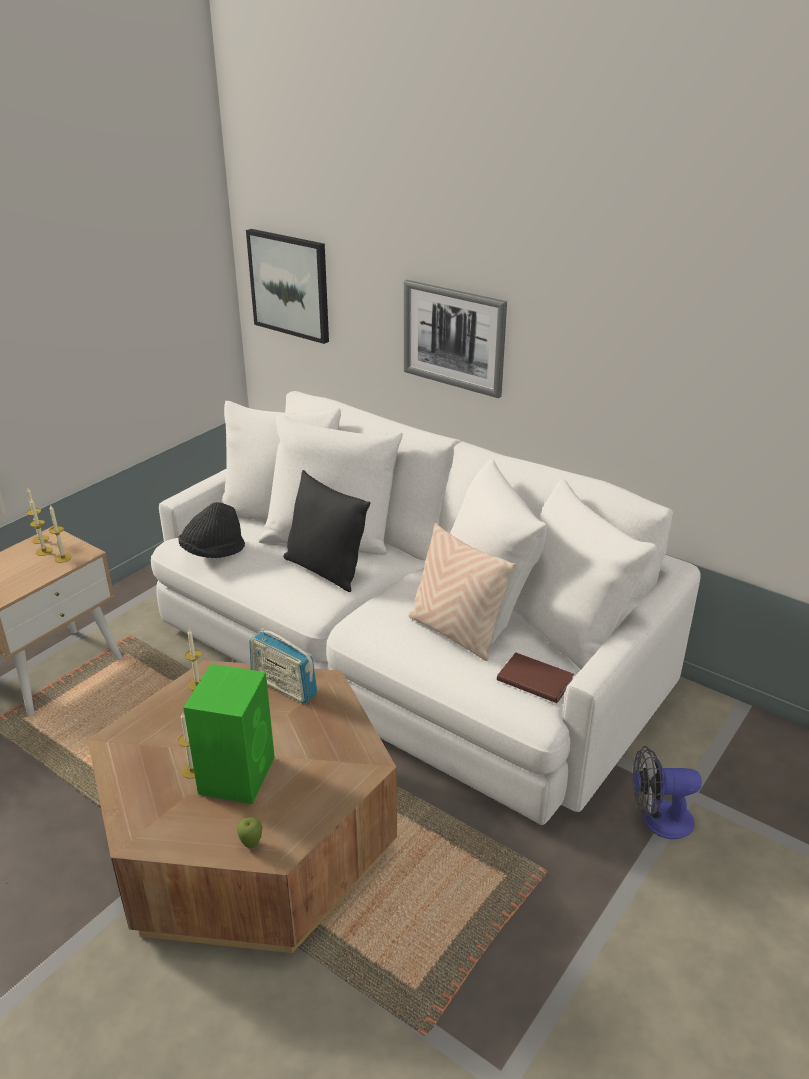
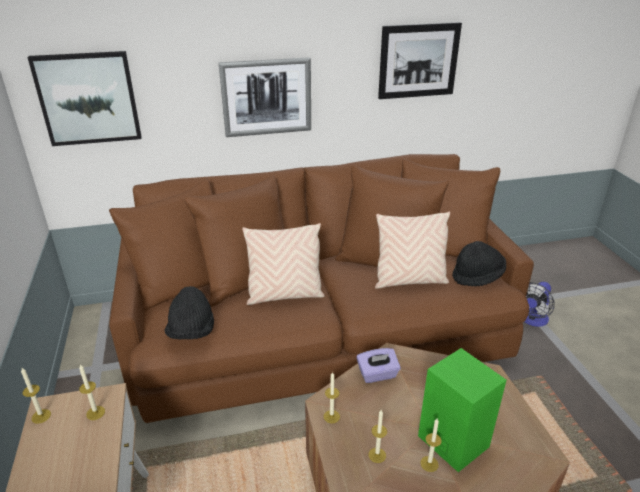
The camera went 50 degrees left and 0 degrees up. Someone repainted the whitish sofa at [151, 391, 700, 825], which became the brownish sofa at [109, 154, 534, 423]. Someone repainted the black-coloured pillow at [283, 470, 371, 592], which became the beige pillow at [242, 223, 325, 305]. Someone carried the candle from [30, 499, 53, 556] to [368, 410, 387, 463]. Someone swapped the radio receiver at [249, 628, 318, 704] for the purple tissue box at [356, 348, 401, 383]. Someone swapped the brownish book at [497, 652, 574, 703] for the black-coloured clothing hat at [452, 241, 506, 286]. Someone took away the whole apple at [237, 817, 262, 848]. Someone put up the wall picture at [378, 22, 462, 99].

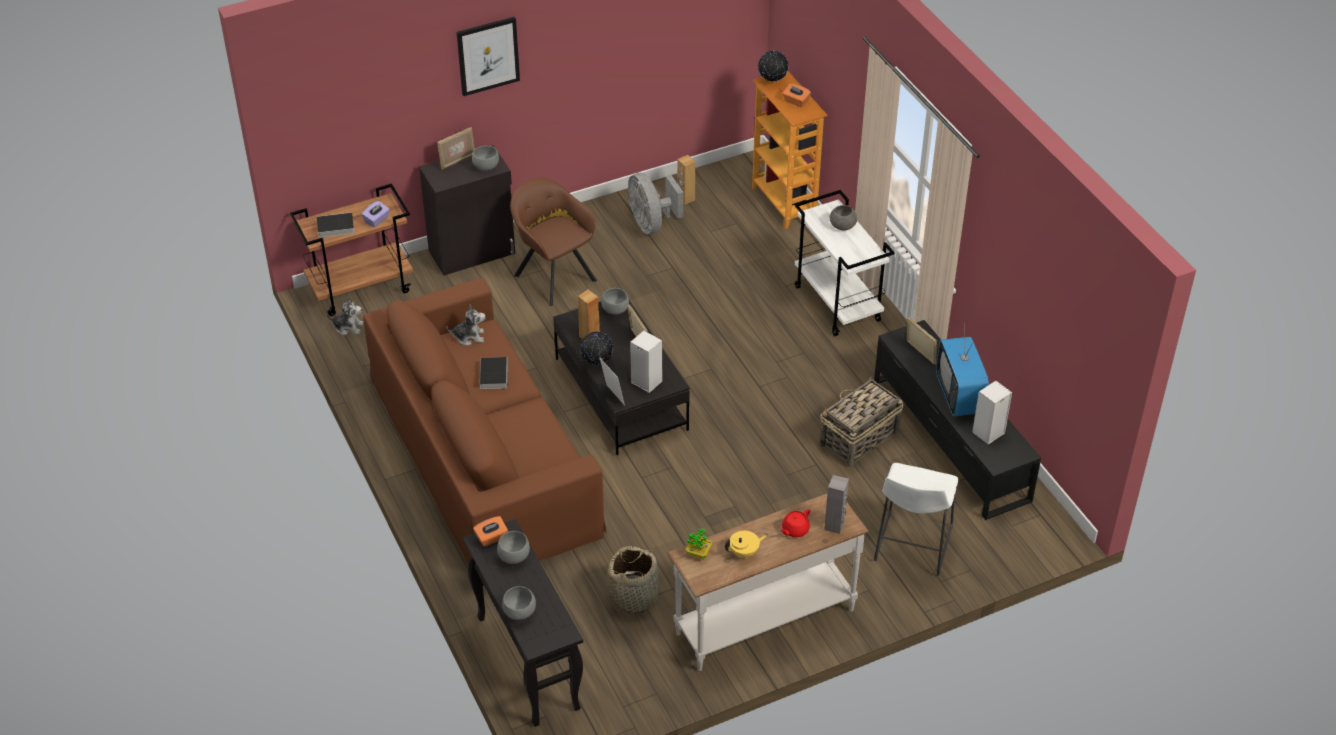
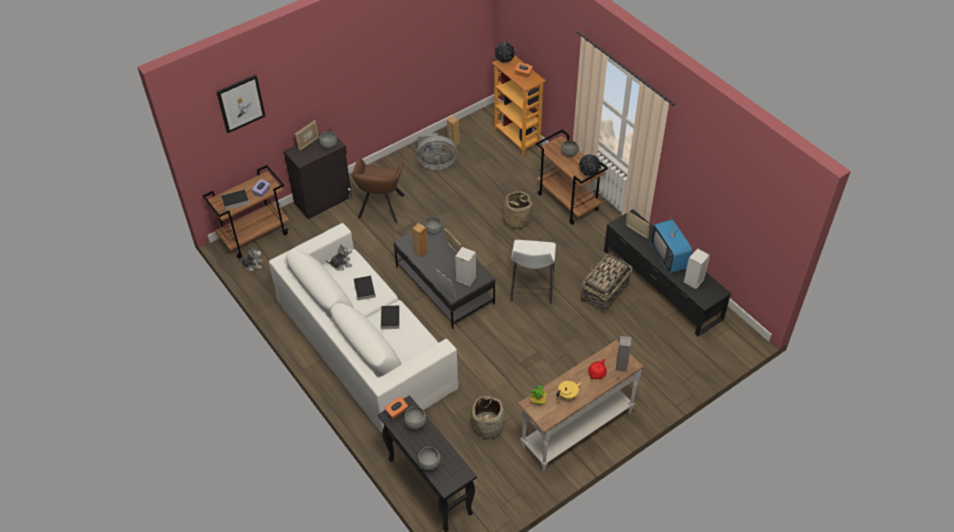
The camera went 10 degrees left and 5 degrees up. Someone carried the wall picture from [457, 17, 520, 96] to [216, 74, 265, 133]. Someone rotated the gray electric fan at [628, 173, 683, 234] by 60 degrees counterclockwise. Someone rotated the brownish armchair at [510, 177, 597, 306] by 120 degrees counterclockwise. Someone repainted the whitish cart at [795, 190, 895, 336], which became the brownish cart at [536, 129, 608, 225]. Someone repainted the brownish sofa at [363, 278, 606, 566], which became the whitish sofa at [269, 223, 459, 432]. Someone carried the desk globe from [580, 331, 613, 365] to [579, 154, 600, 176]. Someone carried the whitish stool seat from [874, 463, 959, 576] to [511, 240, 556, 304]. Someone put down the household basket at [498, 191, 534, 229]. Someone put down the book at [380, 305, 400, 333].

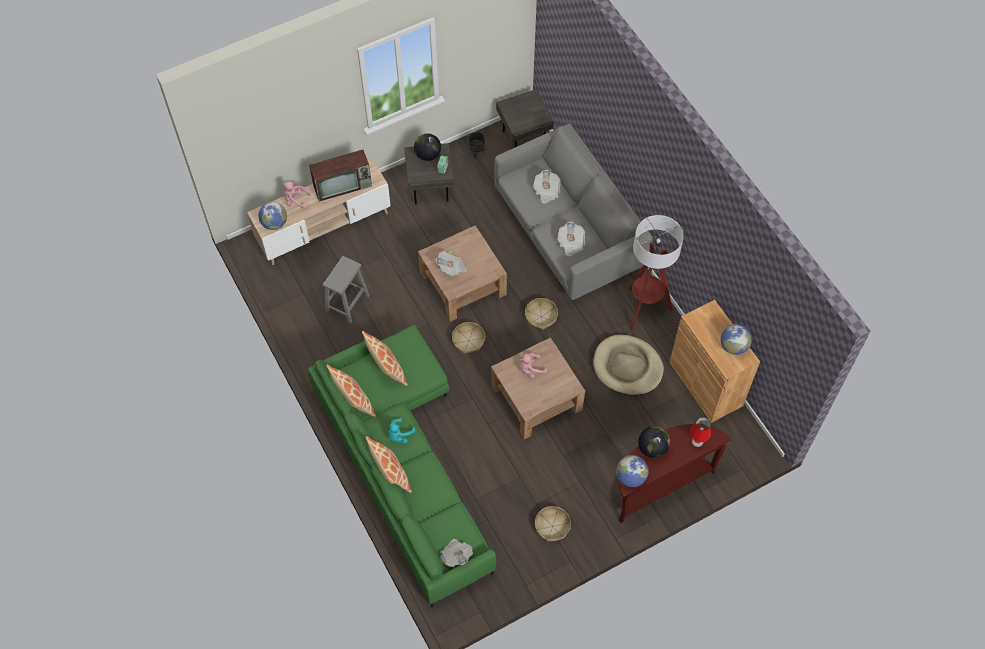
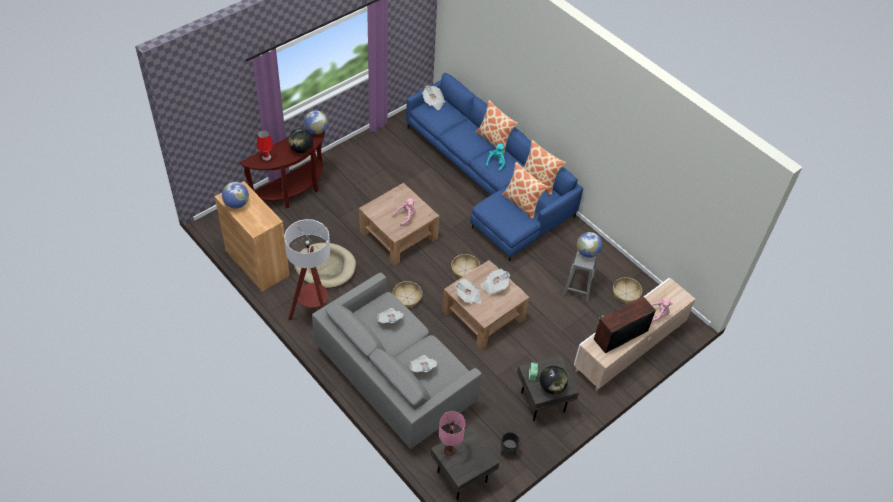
The camera went 165 degrees right and 10 degrees down. Someone carried the desk globe from [258, 202, 287, 230] to [577, 232, 603, 258]. Someone repainted the green sofa at [307, 325, 496, 607], which became the blue-coloured sofa at [406, 73, 583, 262]. Someone carried the household basket from [535, 506, 571, 542] to [613, 277, 642, 305]. Someone put down the daily paper at [455, 279, 481, 304]. Someone put down the pinkish table lamp at [439, 411, 465, 456].

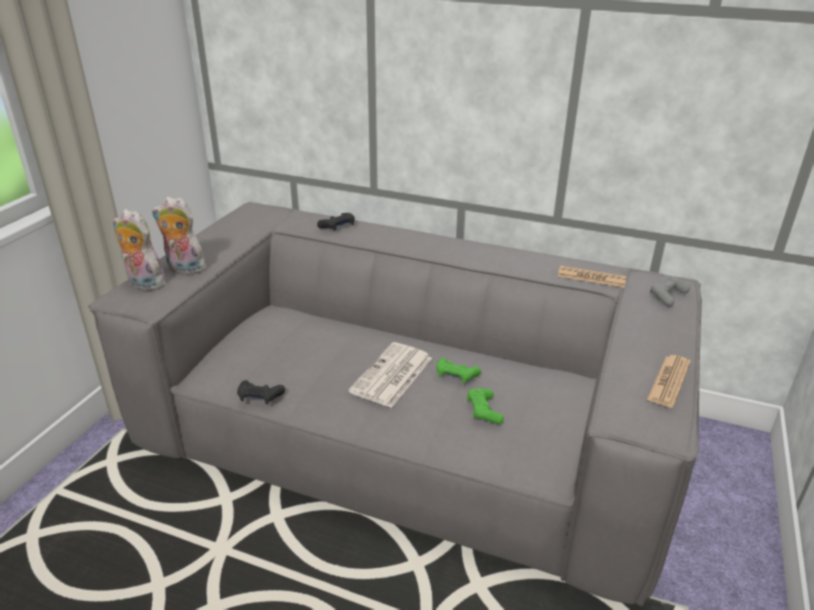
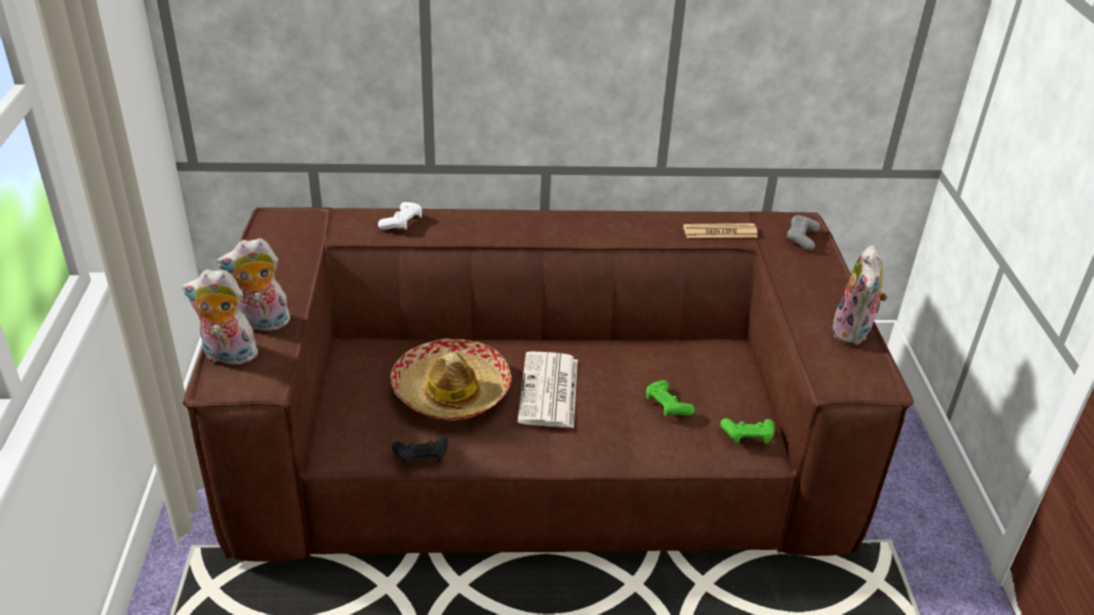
The camera went 25 degrees left and 5 degrees up. Someone repainted the gray sofa at [88, 202, 702, 606], which became the brownish sofa at [183, 207, 914, 562]. Someone repainted the black-coloured gamepad at [317, 213, 355, 230], which became the whitish gamepad at [378, 202, 422, 230]. Someone swapped the daily paper at [647, 355, 691, 408] for the soft toy at [831, 245, 888, 345]. Someone carried the green gamepad from [436, 358, 481, 383] to [720, 418, 775, 444]. Someone put down the clothing hat at [390, 338, 511, 421].

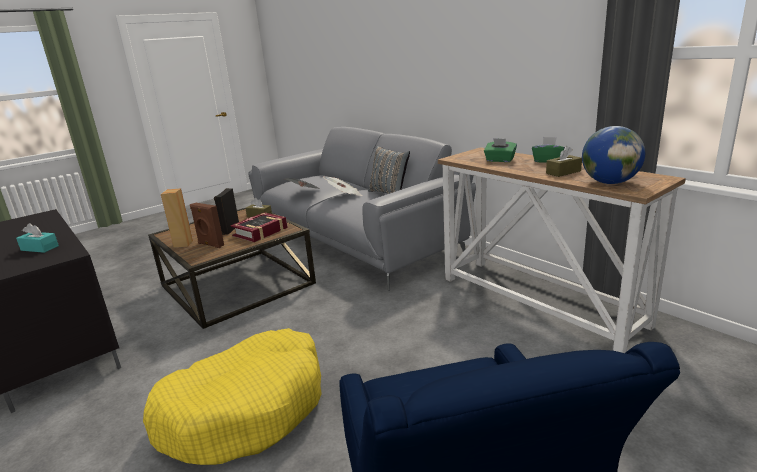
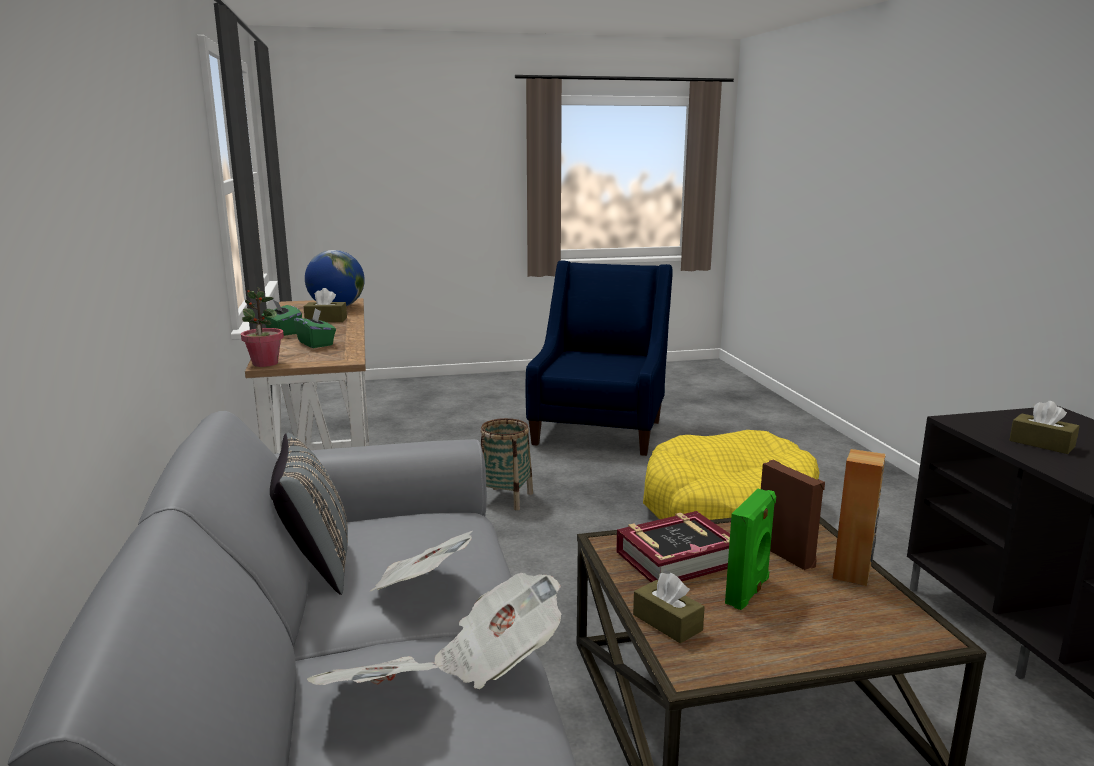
The camera went 155 degrees left and 5 degrees down. Someone repainted the black-coloured speaker at [214, 188, 239, 235], which became the green speaker at [725, 489, 776, 610]. Someone repainted the turquoise-coloured tissue box at [16, 223, 59, 253], which became the brownish tissue box at [1010, 401, 1079, 454]. Someone put down the plant in a pot at [241, 287, 284, 367]. Someone put down the household basket at [481, 418, 533, 510]. Someone put down the daily paper at [307, 656, 441, 685].

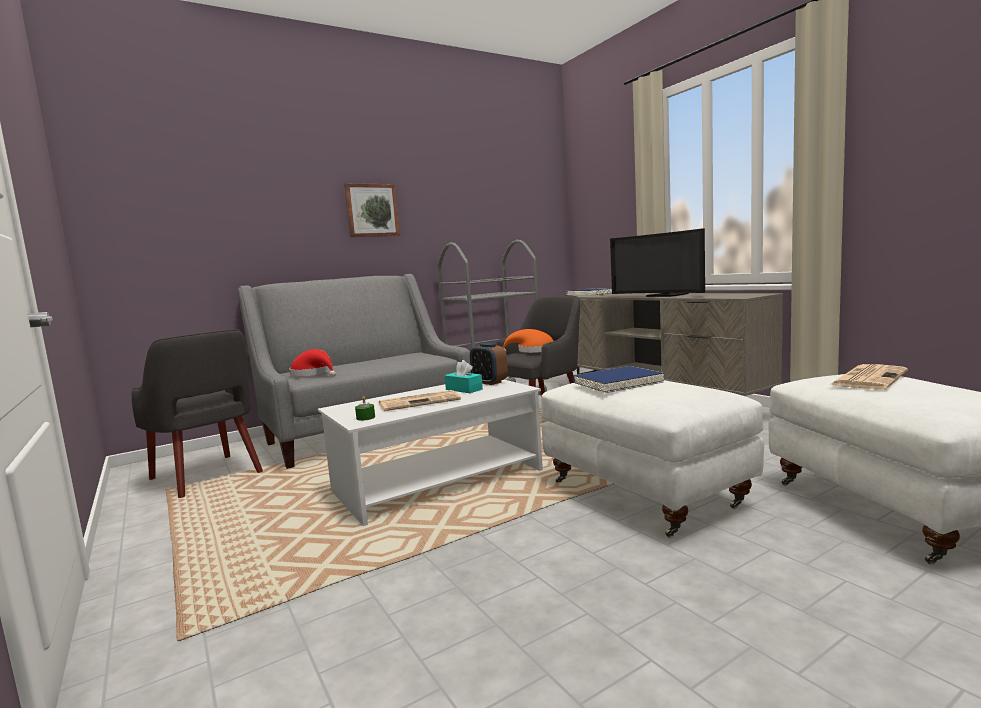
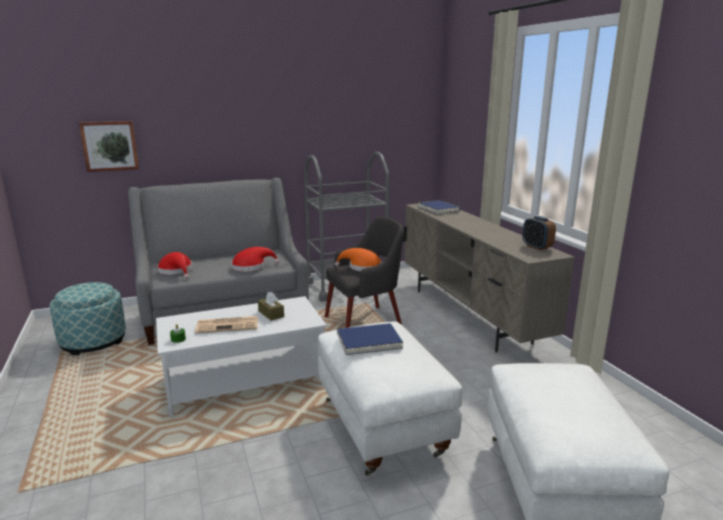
The camera went 10 degrees right and 10 degrees up. Someone carried the wall picture from [344, 183, 400, 237] to [79, 121, 139, 172]. Someone took away the TV set at [610, 228, 705, 297]. Someone swapped the gray armchair at [132, 330, 263, 498] for the ottoman at [50, 282, 126, 355]. Someone carried the table clock from [470, 343, 508, 385] to [522, 216, 556, 250]. Someone repainted the turquoise-coloured tissue box at [445, 360, 483, 393], which became the brownish tissue box at [258, 292, 284, 321]. Someone took away the daily paper at [830, 364, 908, 389]. Someone put down the red-coloured clothing hat at [231, 247, 279, 272].

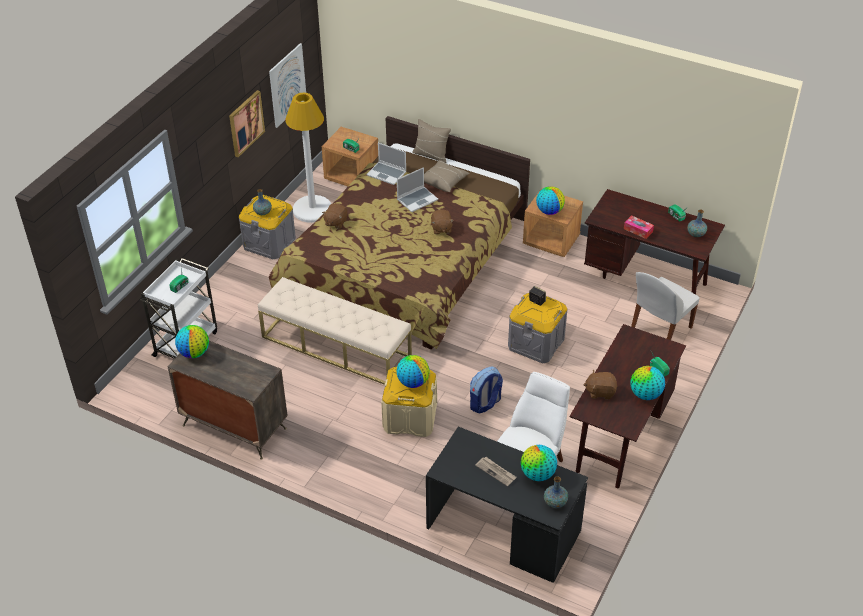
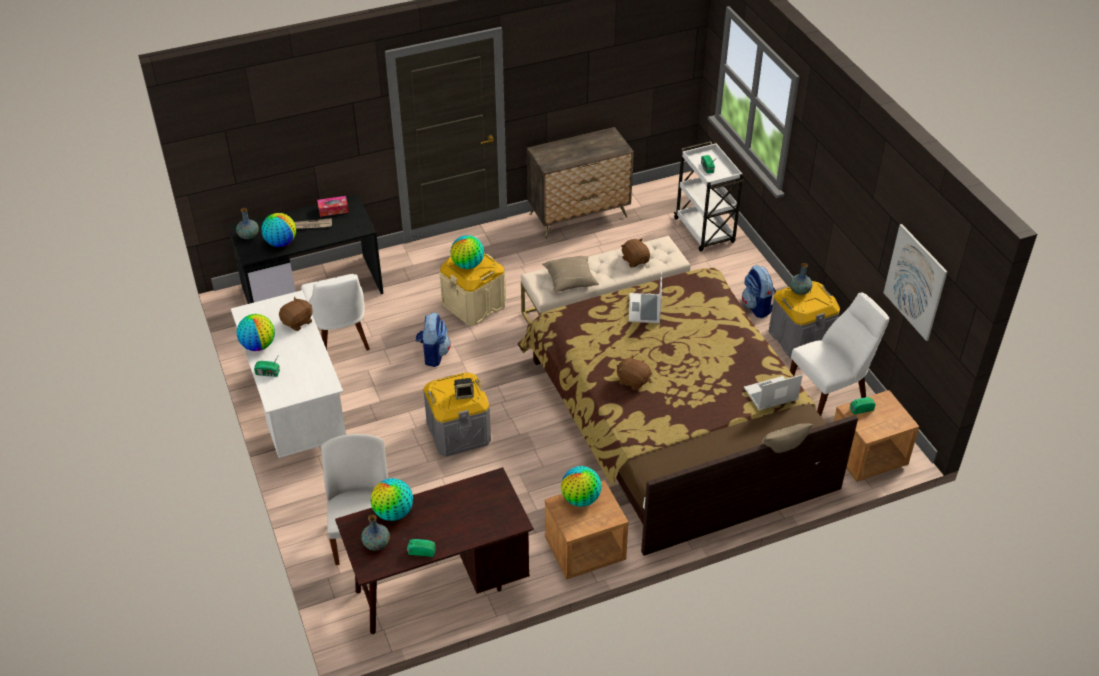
The camera went 130 degrees right and 0 degrees up. Someone took away the wall picture at [229, 90, 265, 157]. Someone swapped the whitish floor lamp at [285, 93, 331, 223] for the whitish plain chair at [790, 292, 889, 416]. Someone carried the beige pillow from [424, 160, 470, 192] to [542, 256, 599, 292]. Someone carried the portable computer from [397, 167, 438, 212] to [629, 272, 662, 323]. Someone carried the brownish soft toy from [322, 203, 348, 229] to [621, 238, 650, 268]. Someone carried the tissue box from [624, 215, 654, 239] to [317, 196, 349, 217]. Someone repainted the brownish desk at [569, 324, 686, 488], which became the whitish desk at [231, 290, 346, 458]. Someone carried the desk globe from [175, 325, 209, 358] to [371, 478, 413, 521]. Someone put down the rucksack at [742, 265, 776, 318].

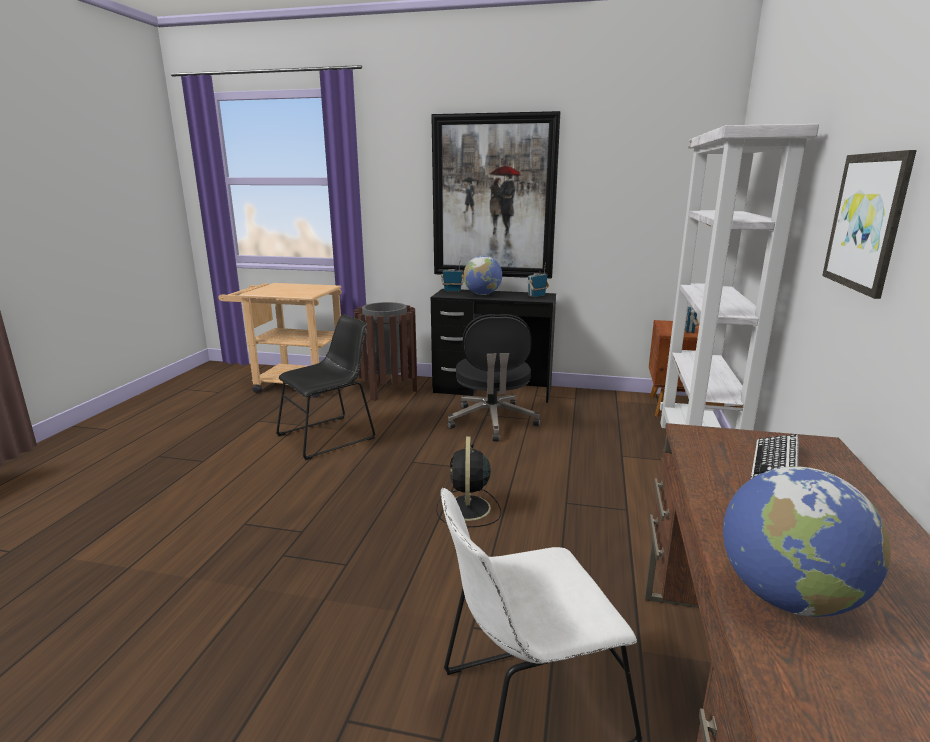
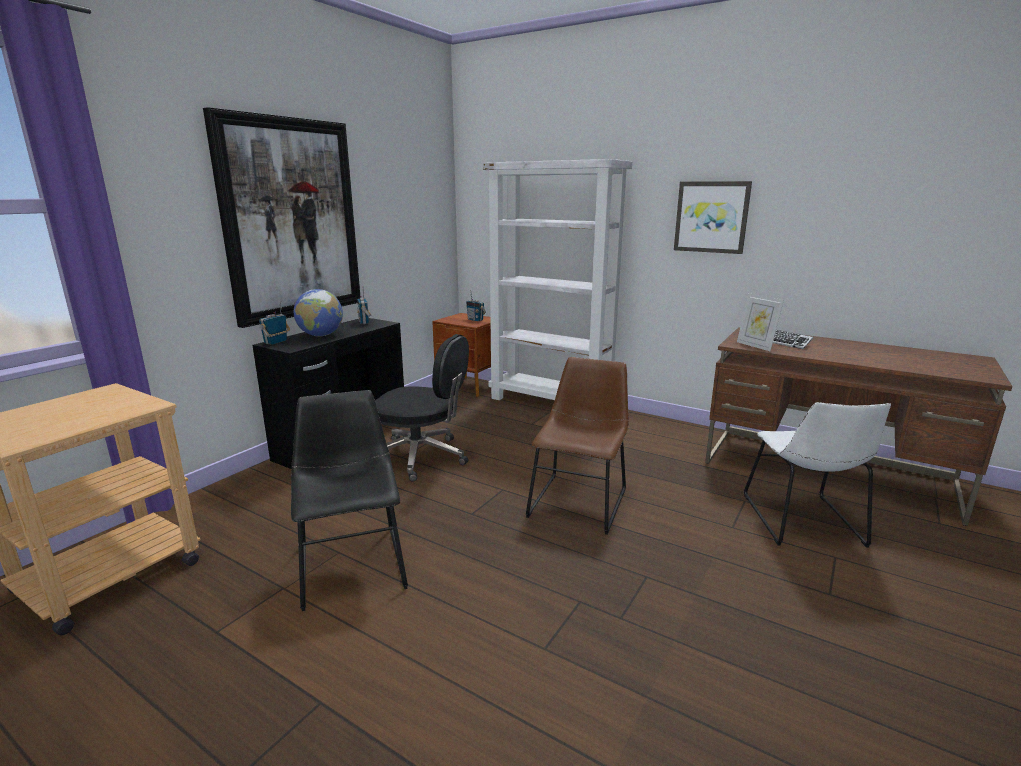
The camera went 70 degrees left and 0 degrees up. Someone took away the brownish waste bin at [354, 302, 418, 401]. Someone swapped the black-coloured electric fan at [436, 436, 501, 527] for the brownish plain chair at [525, 357, 629, 535]. Someone took away the desk globe at [723, 466, 891, 617]. Someone put down the picture frame at [737, 293, 784, 351].

